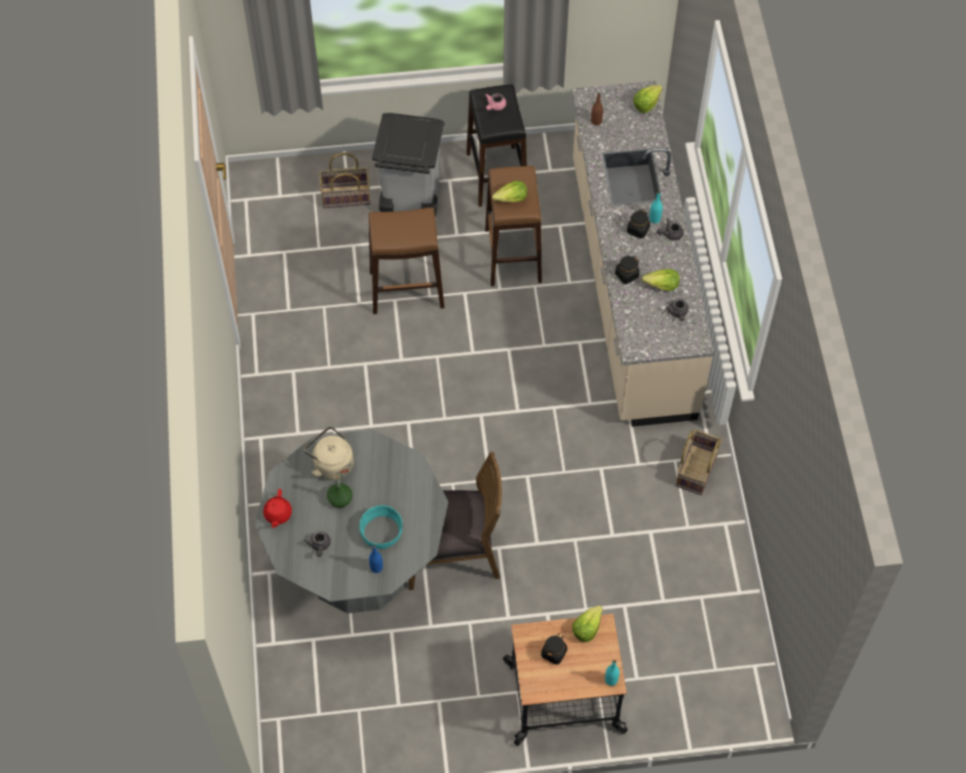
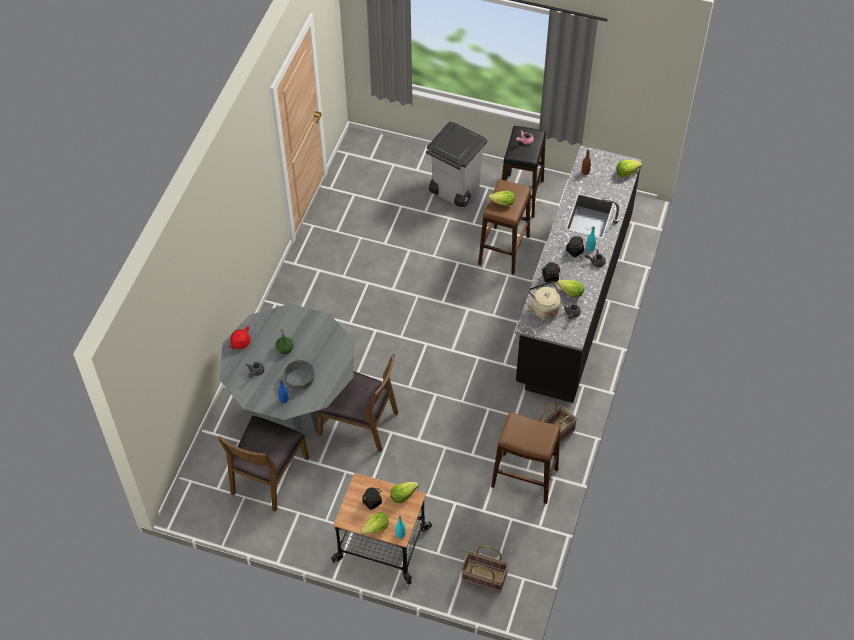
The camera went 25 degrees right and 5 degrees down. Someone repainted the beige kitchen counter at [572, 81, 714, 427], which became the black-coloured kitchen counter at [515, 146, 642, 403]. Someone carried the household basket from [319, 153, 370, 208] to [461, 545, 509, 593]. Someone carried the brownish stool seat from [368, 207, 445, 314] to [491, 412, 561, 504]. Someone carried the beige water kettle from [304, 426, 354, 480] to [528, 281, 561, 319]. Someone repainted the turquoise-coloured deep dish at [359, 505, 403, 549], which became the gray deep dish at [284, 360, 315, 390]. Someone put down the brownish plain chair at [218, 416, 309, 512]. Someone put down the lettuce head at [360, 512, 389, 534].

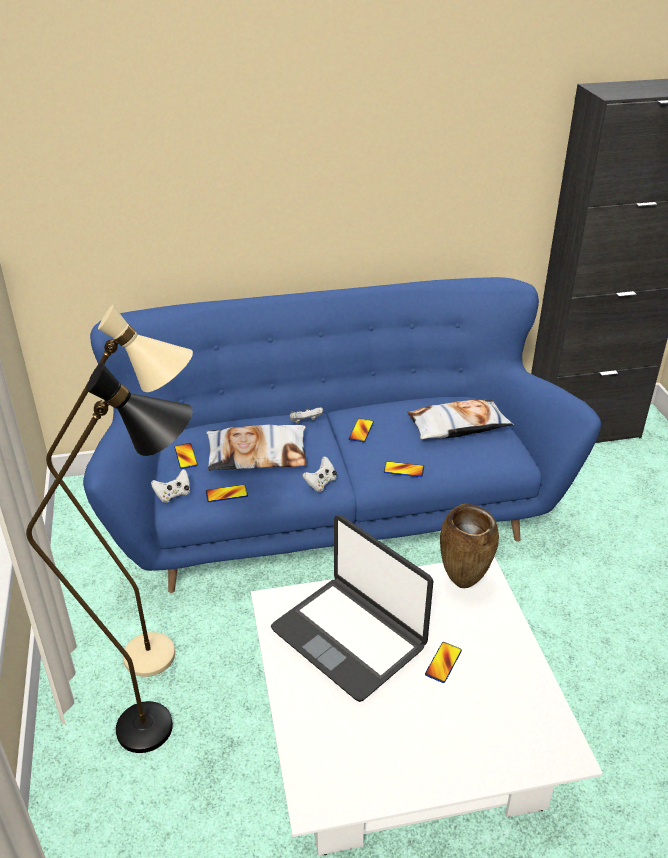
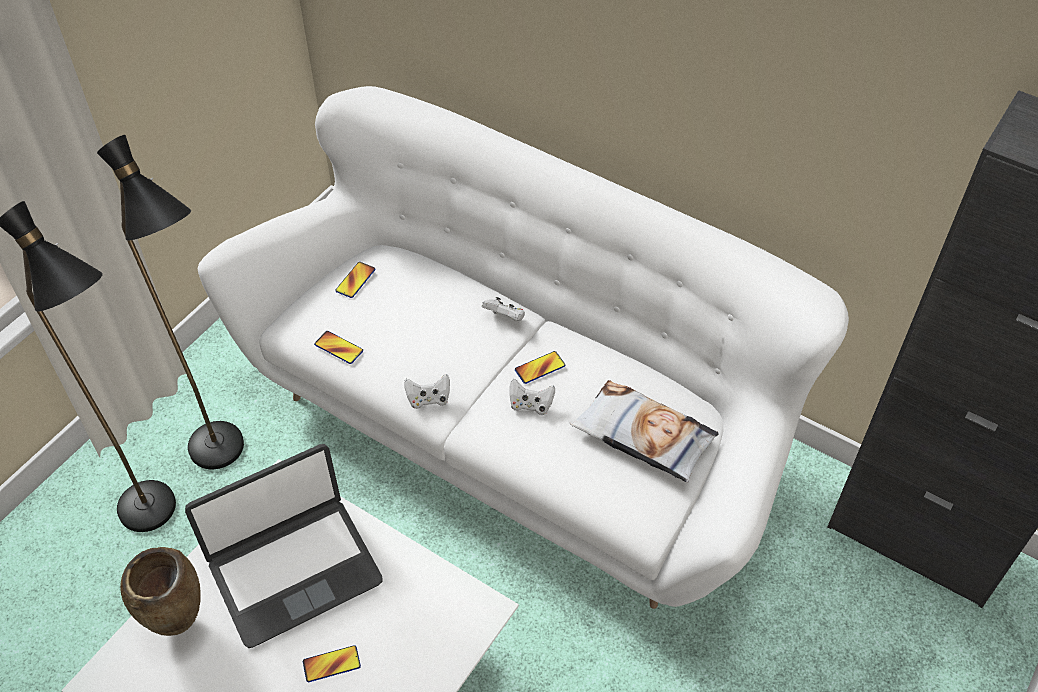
The camera went 45 degrees right and 15 degrees up. Someone repainted the blue-coloured sofa at [83, 277, 601, 593], which became the whitish sofa at [198, 86, 849, 609]. Someone repainted the beige floor lamp at [46, 305, 193, 677], which became the black-coloured floor lamp at [97, 135, 244, 469]. Someone took away the pillow at [206, 425, 307, 471]. Someone took away the telephone at [384, 461, 424, 477]. Someone carried the whitish gamepad from [151, 469, 190, 503] to [509, 379, 555, 415]. Someone carried the brownish decorative vase from [440, 503, 499, 588] to [120, 547, 201, 636]. Someone rotated the portable computer at [271, 515, 434, 702] by 120 degrees counterclockwise.

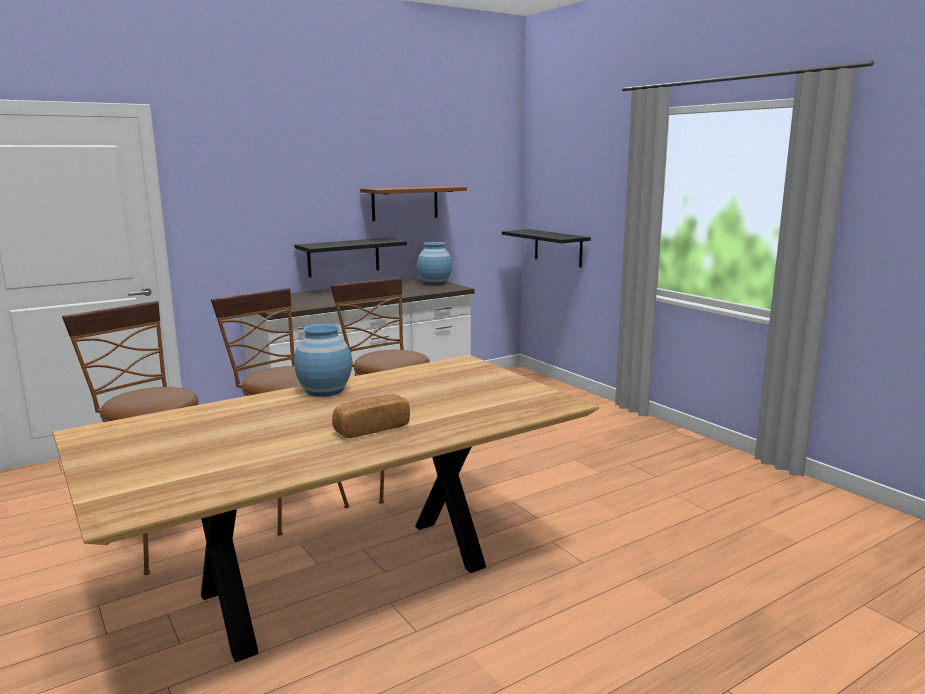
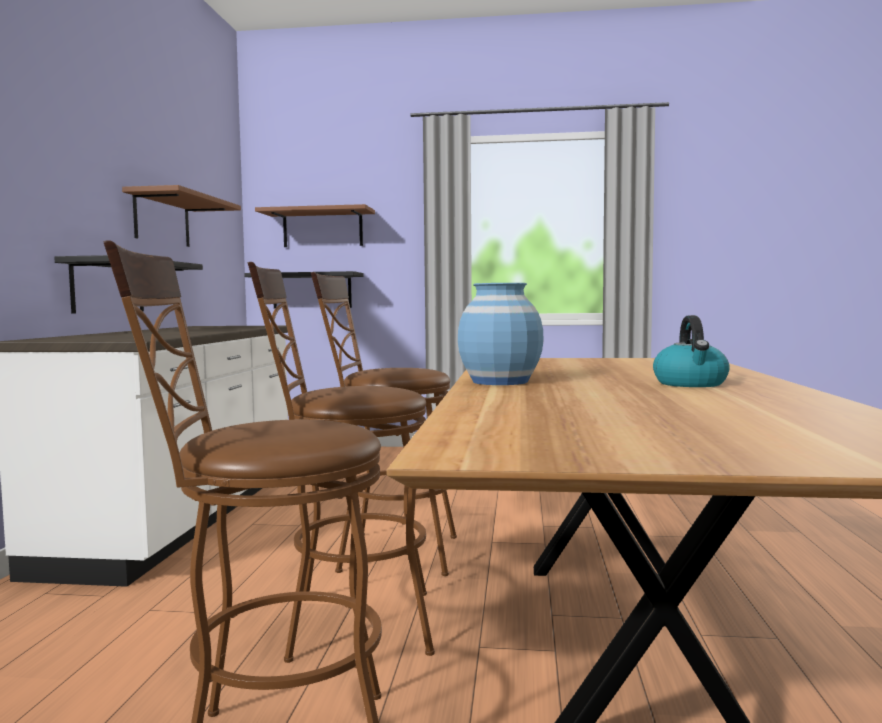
The camera went 50 degrees left and 10 degrees down. Someone took away the blue-coloured decorative vase at [417, 242, 452, 285]. Someone swapped the baked bread at [332, 394, 410, 438] for the water kettle at [653, 315, 730, 387]. Someone put up the brownish shelf at [255, 204, 375, 247].

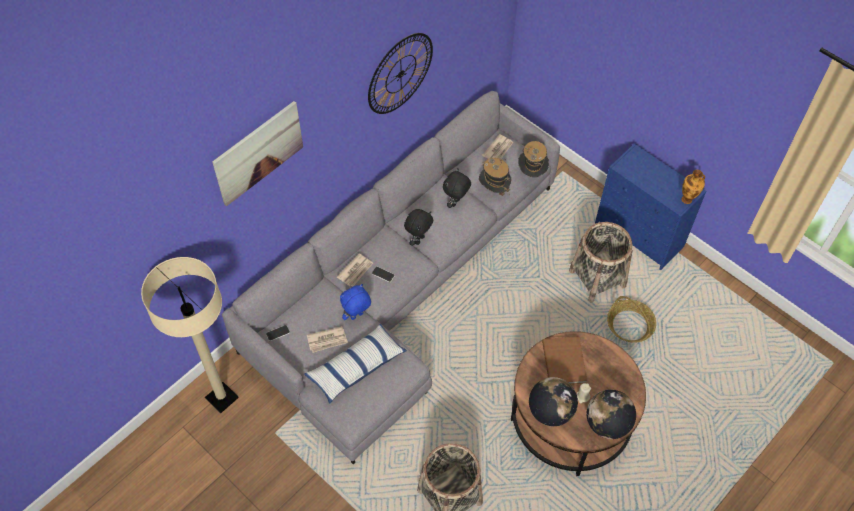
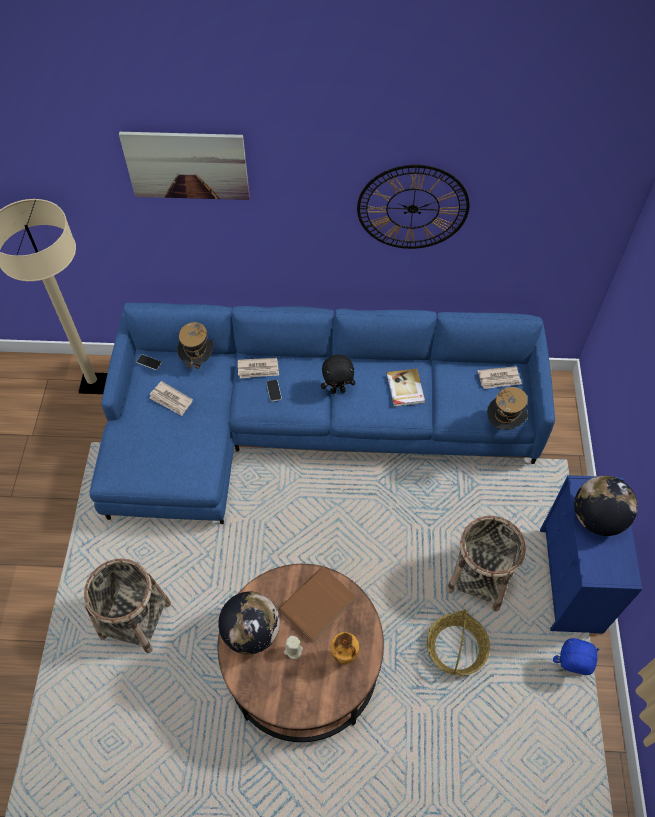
The camera went 50 degrees right and 0 degrees up. Someone repainted the gray sofa at [222, 91, 560, 464], which became the blue-coloured sofa at [90, 303, 555, 524]. Someone carried the clothing hat from [479, 158, 511, 196] to [177, 322, 214, 376]. Someone swapped the black-coloured soft toy at [443, 168, 471, 208] for the book at [387, 369, 425, 407]. Someone carried the decorative vase from [682, 170, 705, 204] to [331, 632, 359, 665]. Someone carried the blue-coloured soft toy from [340, 284, 371, 320] to [553, 638, 600, 675]. Someone took away the pillow at [304, 324, 407, 404]. Someone carried the desk globe from [586, 390, 636, 439] to [574, 476, 638, 536].

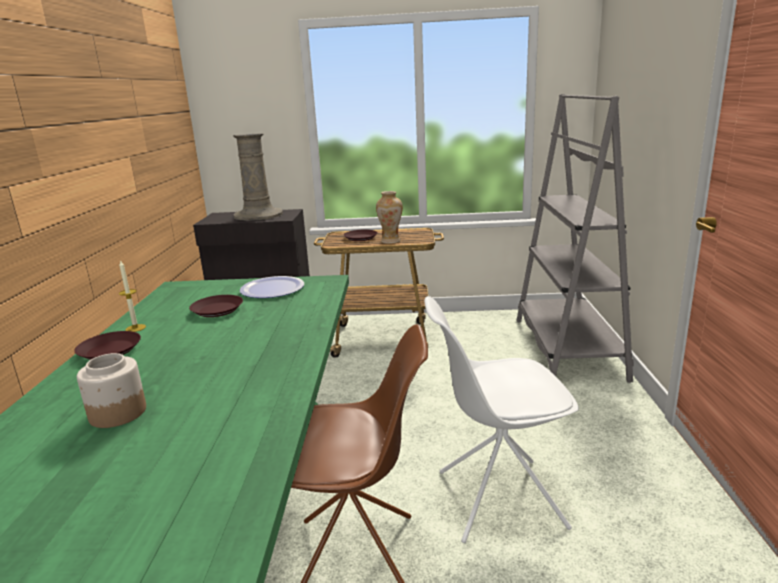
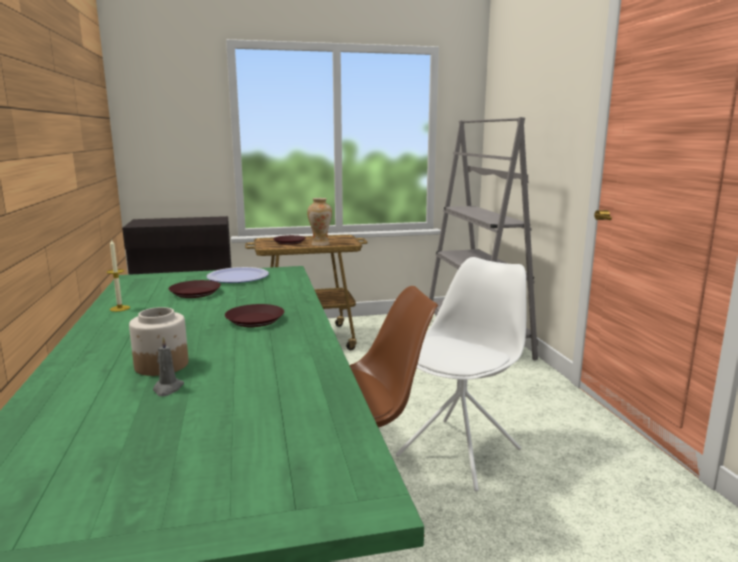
The camera went 15 degrees left and 5 degrees down. Someone took away the beige decorative vase at [233, 133, 283, 221]. Someone rotated the whitish plain chair at [424, 296, 579, 543] by 150 degrees clockwise. Someone carried the brownish dinner plate from [74, 331, 141, 360] to [225, 304, 284, 327]. Someone put down the gray candle at [153, 337, 184, 396].

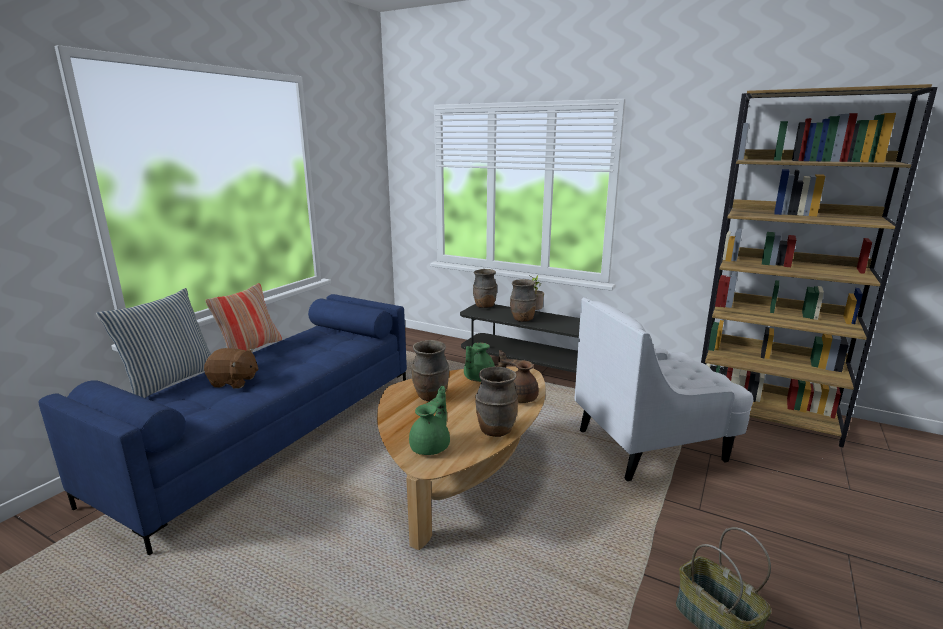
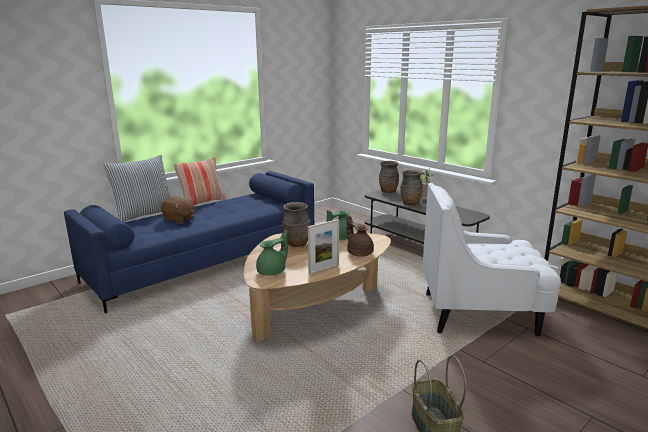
The camera went 20 degrees right and 0 degrees up. Someone swapped the brownish decorative vase at [475, 367, 518, 437] for the picture frame at [308, 219, 339, 274].

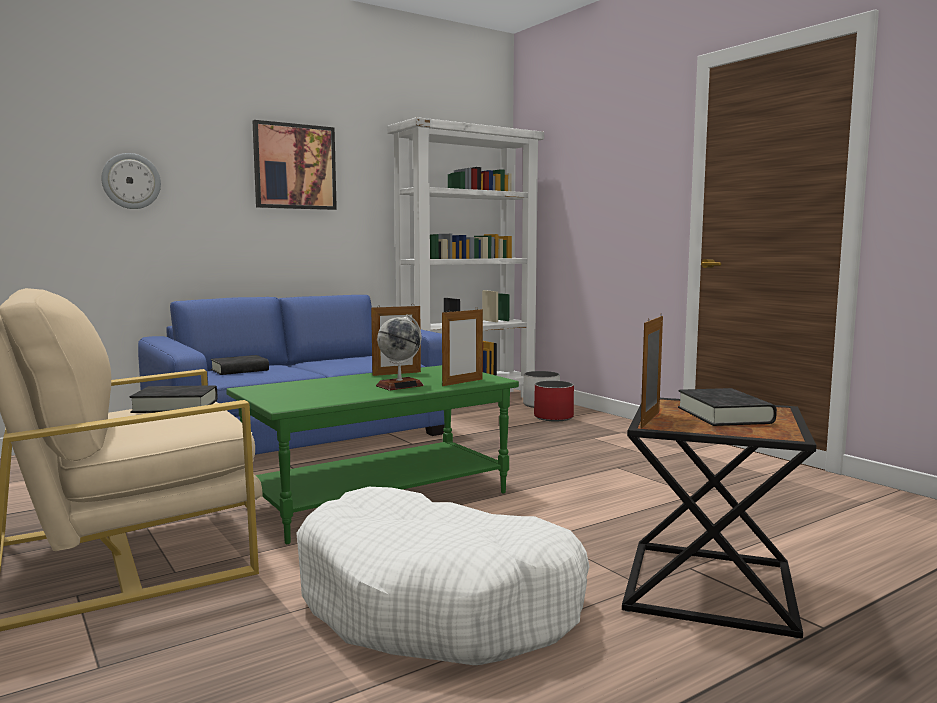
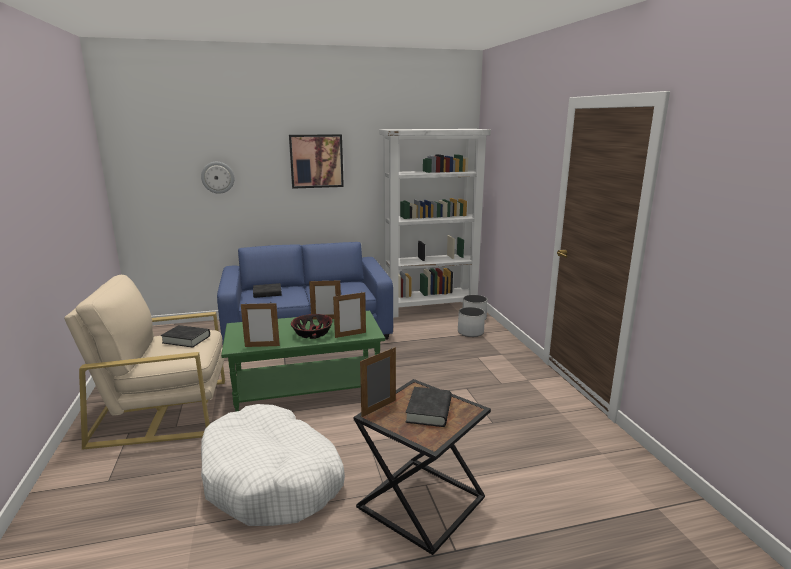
The camera went 20 degrees right and 10 degrees up. Someone swapped the desk globe at [376, 314, 424, 391] for the deep dish at [291, 314, 333, 339]. Someone repainted the red-coloured planter at [534, 381, 574, 421], which became the whitish planter at [458, 307, 485, 337]. Someone put down the picture frame at [241, 302, 280, 347].

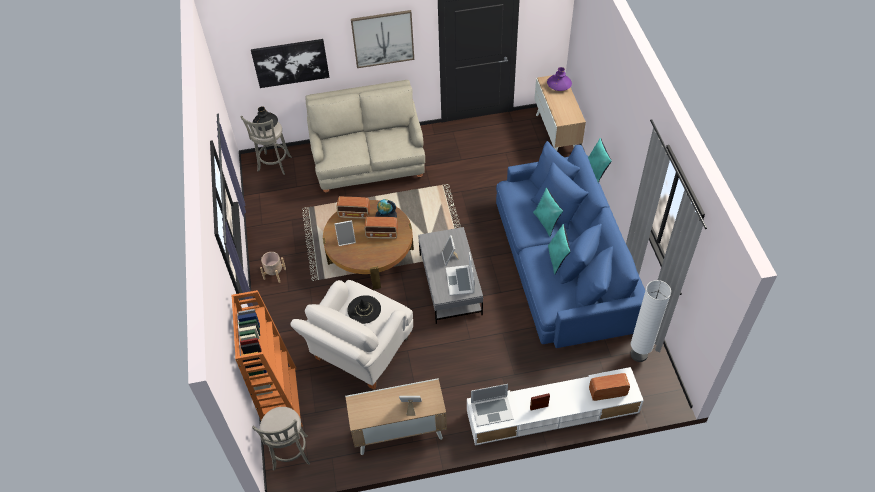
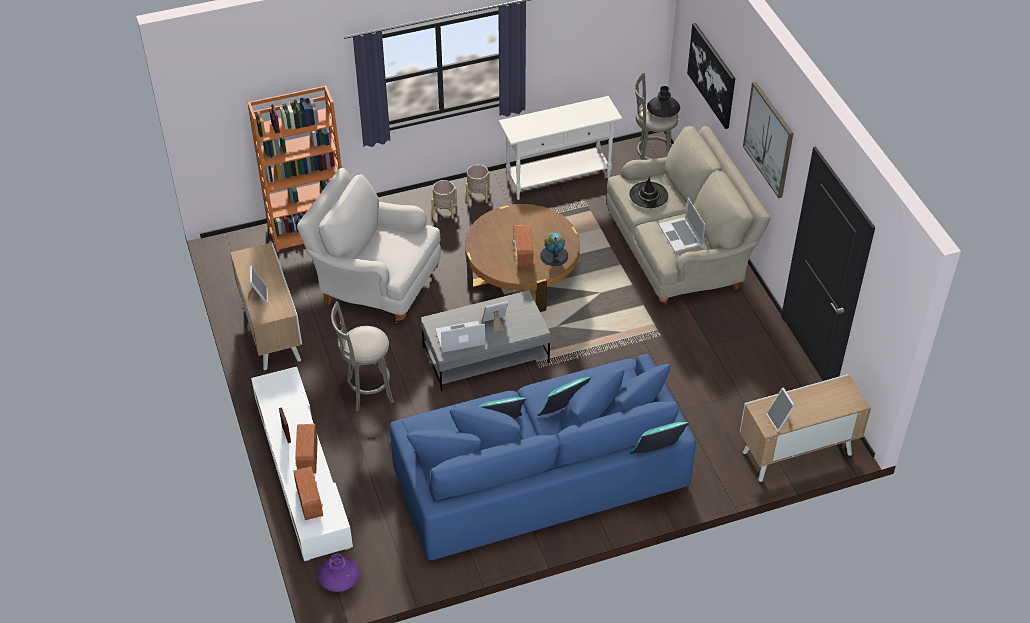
The camera went 80 degrees right and 5 degrees down. Someone carried the purple decorative vase from [547, 67, 572, 91] to [318, 554, 359, 592]. Someone carried the radio receiver from [336, 196, 370, 219] to [295, 424, 318, 474]. Someone carried the picture frame from [334, 220, 356, 246] to [766, 388, 795, 432]. Someone took away the whitish floor lamp at [630, 280, 671, 362]. Someone carried the black-coloured clothing hat from [347, 295, 381, 324] to [629, 177, 668, 208]. Someone carried the portable computer from [471, 384, 514, 427] to [658, 197, 705, 252]. Someone carried the gray stool seat from [252, 407, 310, 470] to [331, 301, 394, 412]. Someone put down the whitish narrow table at [498, 96, 623, 200]. Someone put down the beige planter at [431, 180, 457, 219].

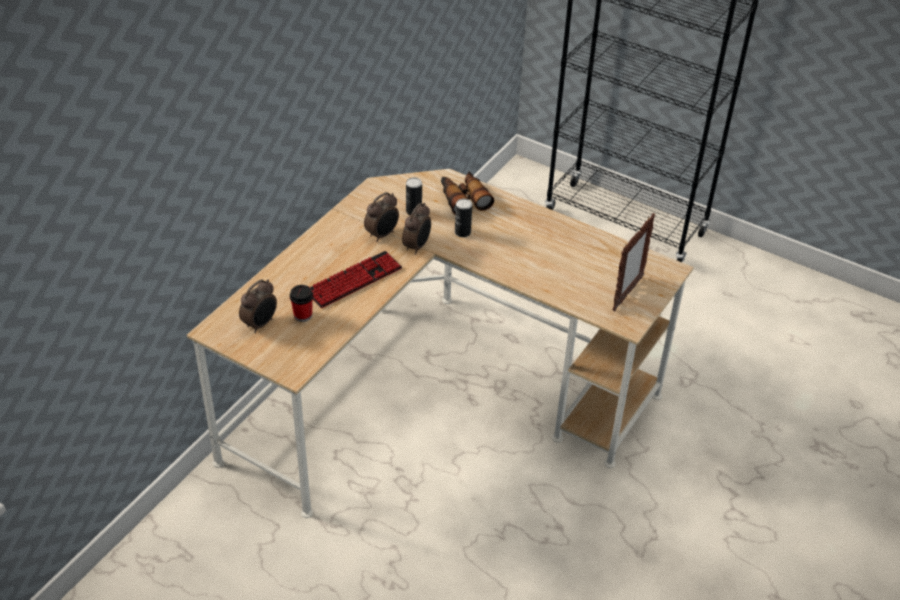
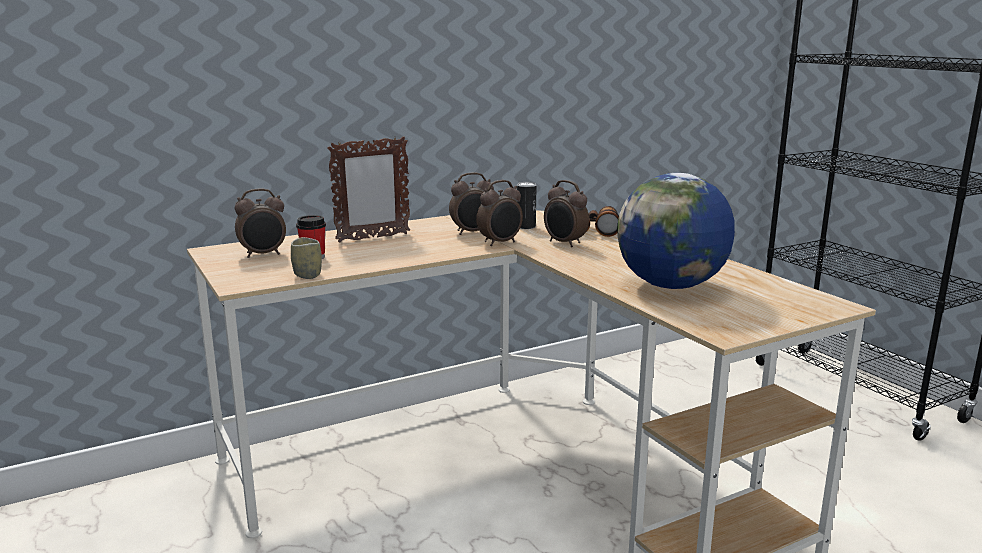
The camera went 30 degrees right and 25 degrees down. Someone swapped the sealed can at [455, 198, 472, 237] for the table clock at [544, 180, 589, 247]. Someone carried the picture frame from [612, 213, 655, 311] to [327, 136, 410, 242]. Someone took away the keyboard at [310, 251, 402, 308]. Someone put down the desk globe at [617, 173, 735, 289]. Someone put down the cup at [291, 237, 322, 279].

